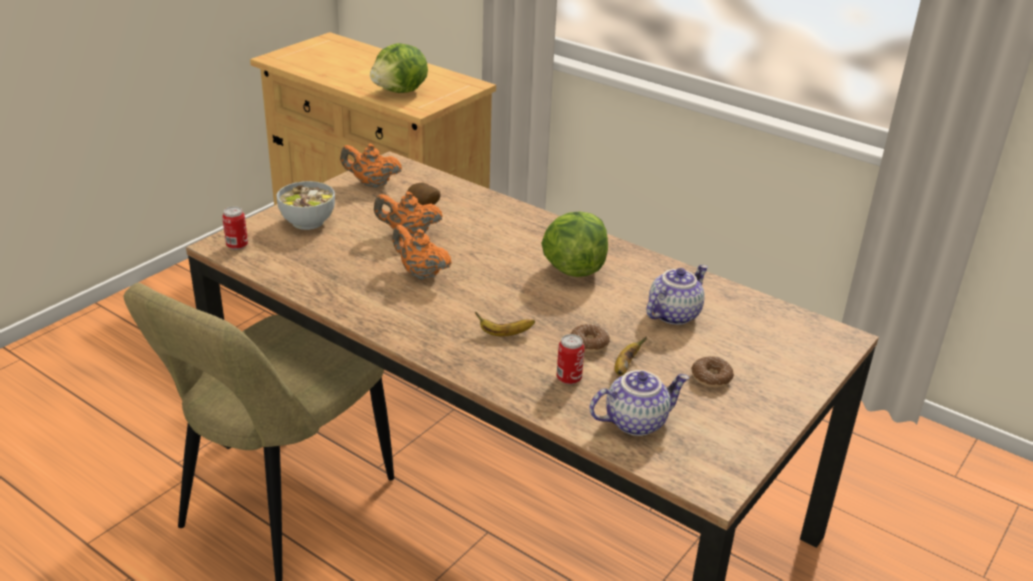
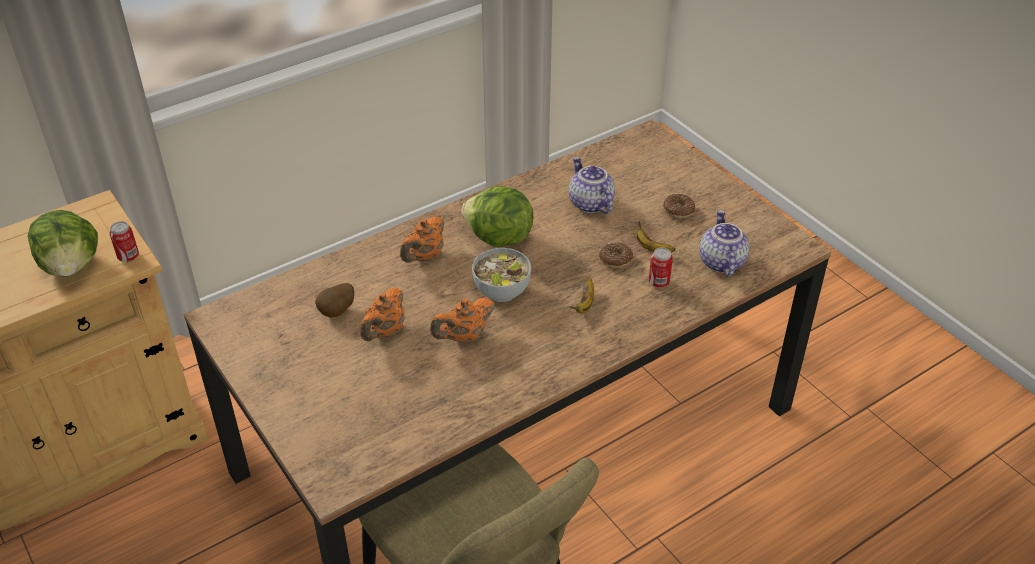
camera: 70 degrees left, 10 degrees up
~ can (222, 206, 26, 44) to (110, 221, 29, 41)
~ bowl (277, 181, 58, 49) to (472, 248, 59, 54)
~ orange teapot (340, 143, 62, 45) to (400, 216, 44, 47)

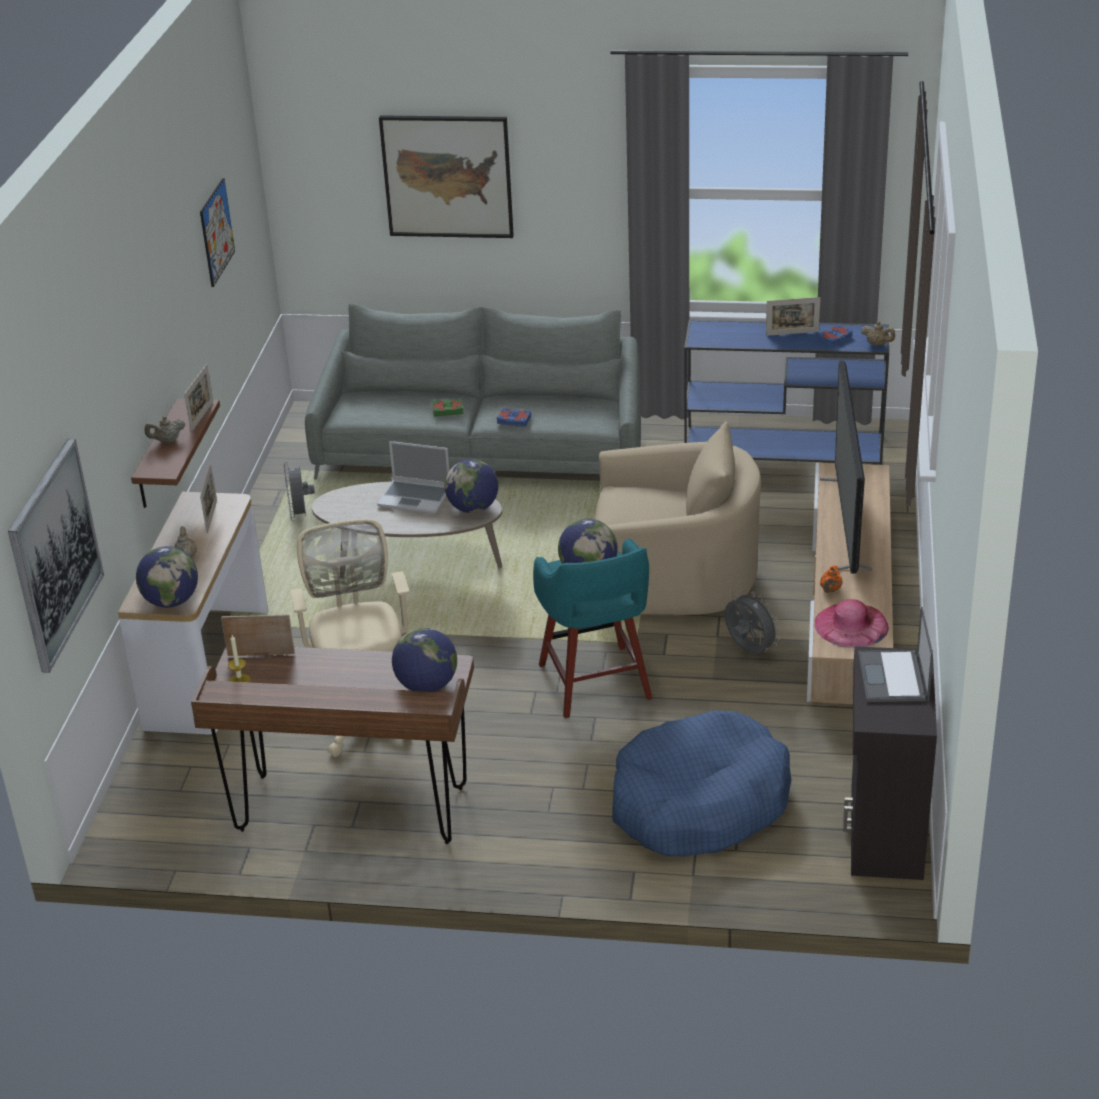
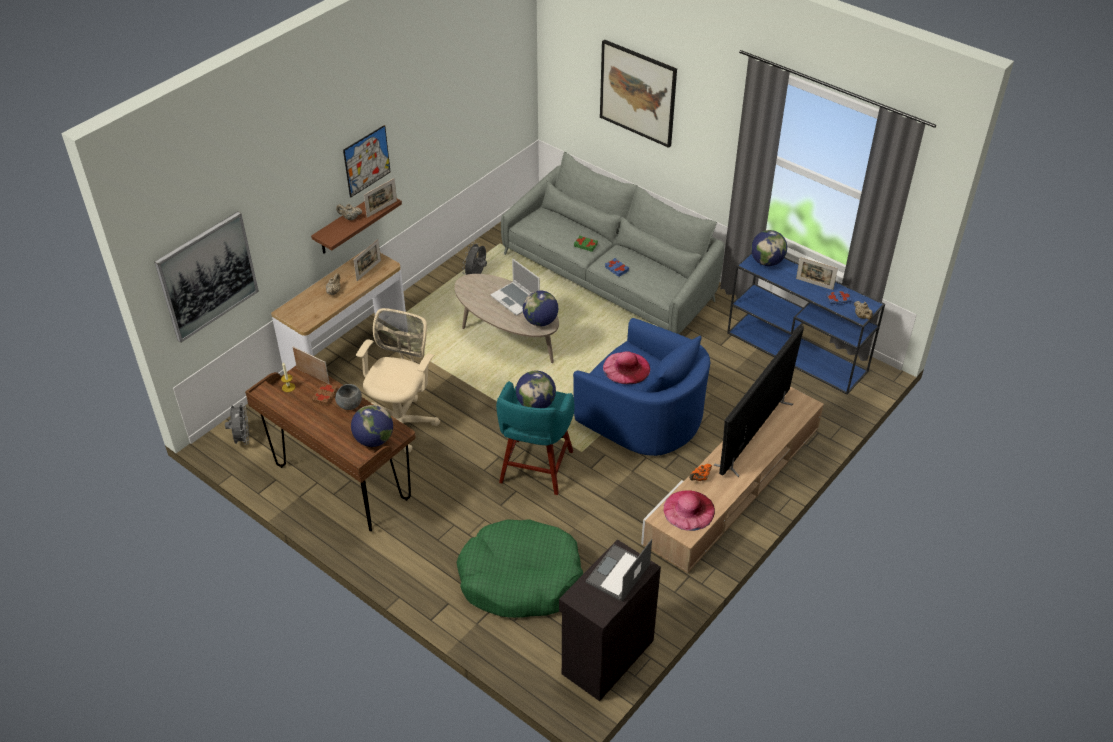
camera: 30 degrees right, 10 degrees up
+ brown book (312, 383, 26, 23)
+ grey bowl (335, 384, 27, 26)
+ pink hat (603, 351, 47, 33)
~ globe (136, 546, 62, 62) to (751, 230, 36, 36)
~ picture (200, 178, 35, 109) to (343, 125, 47, 72)
~ grey fan (725, 590, 56, 64) to (225, 403, 24, 42)
~ beige armchair (595, 422, 166, 193) to blue armchair (573, 318, 137, 138)
~ blue dog bed (612, 710, 179, 146) to green dog bed (457, 519, 126, 99)

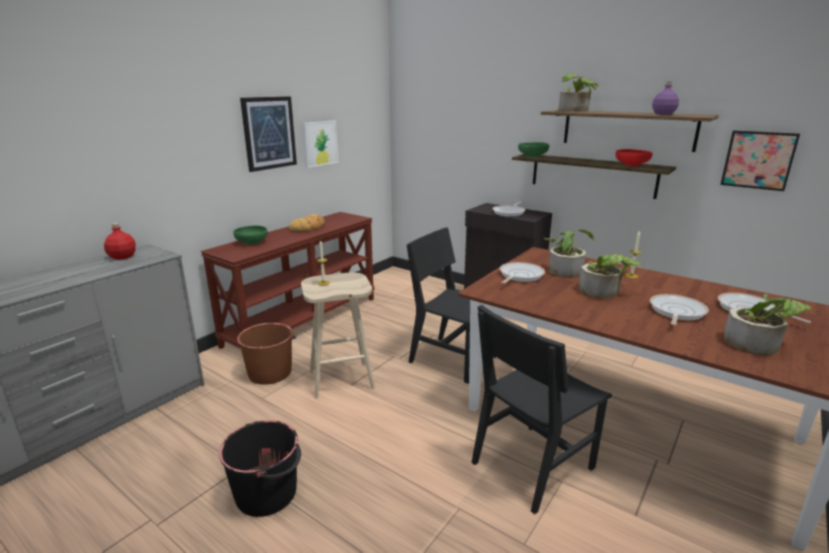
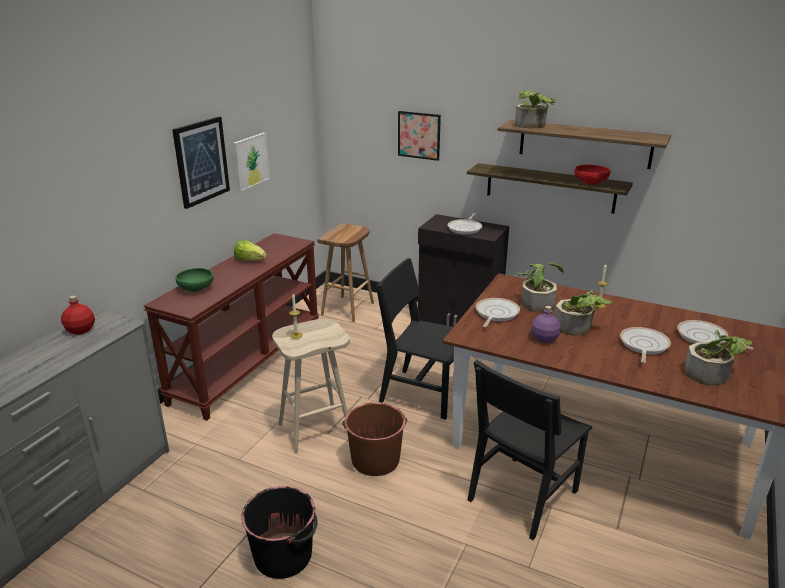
camera: 10 degrees left, 5 degrees up
- green bowl (518, 142, 31, 15)
+ brown stool (317, 223, 57, 99)
~ brown bucket (237, 323, 59, 62) to (342, 402, 65, 74)
~ purple bottle (652, 82, 27, 33) to (531, 306, 29, 37)
~ picture (720, 130, 80, 61) to (398, 111, 43, 50)
~ bread (289, 214, 36, 17) to lettuce (234, 240, 33, 21)

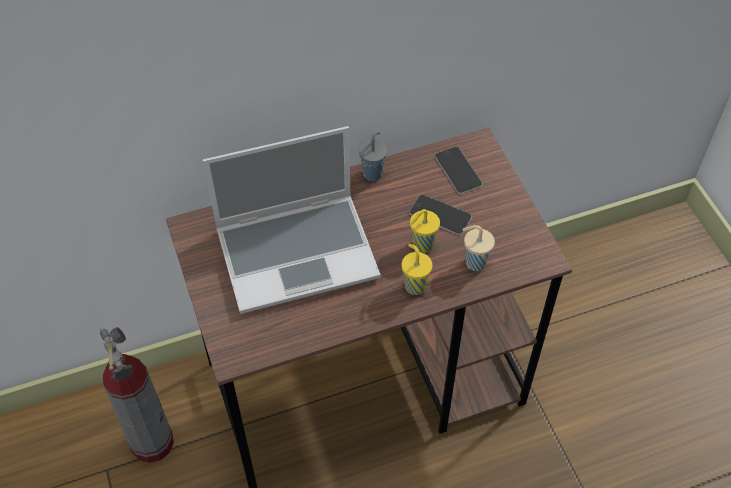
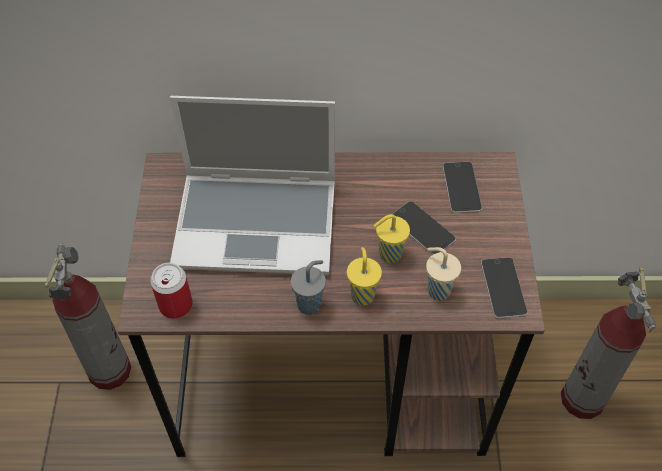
camera: 20 degrees right, 0 degrees up
+ can (150, 263, 43, 56)
+ phone (481, 257, 47, 61)
+ fire extinguisher (561, 267, 95, 152)
~ grey cup (359, 131, 28, 50) to (291, 260, 35, 55)

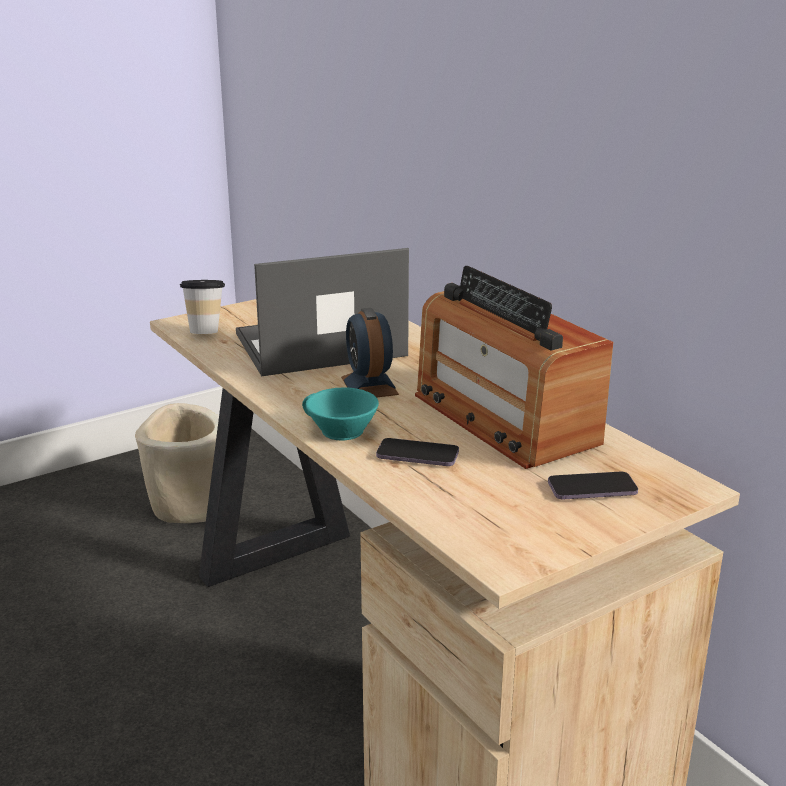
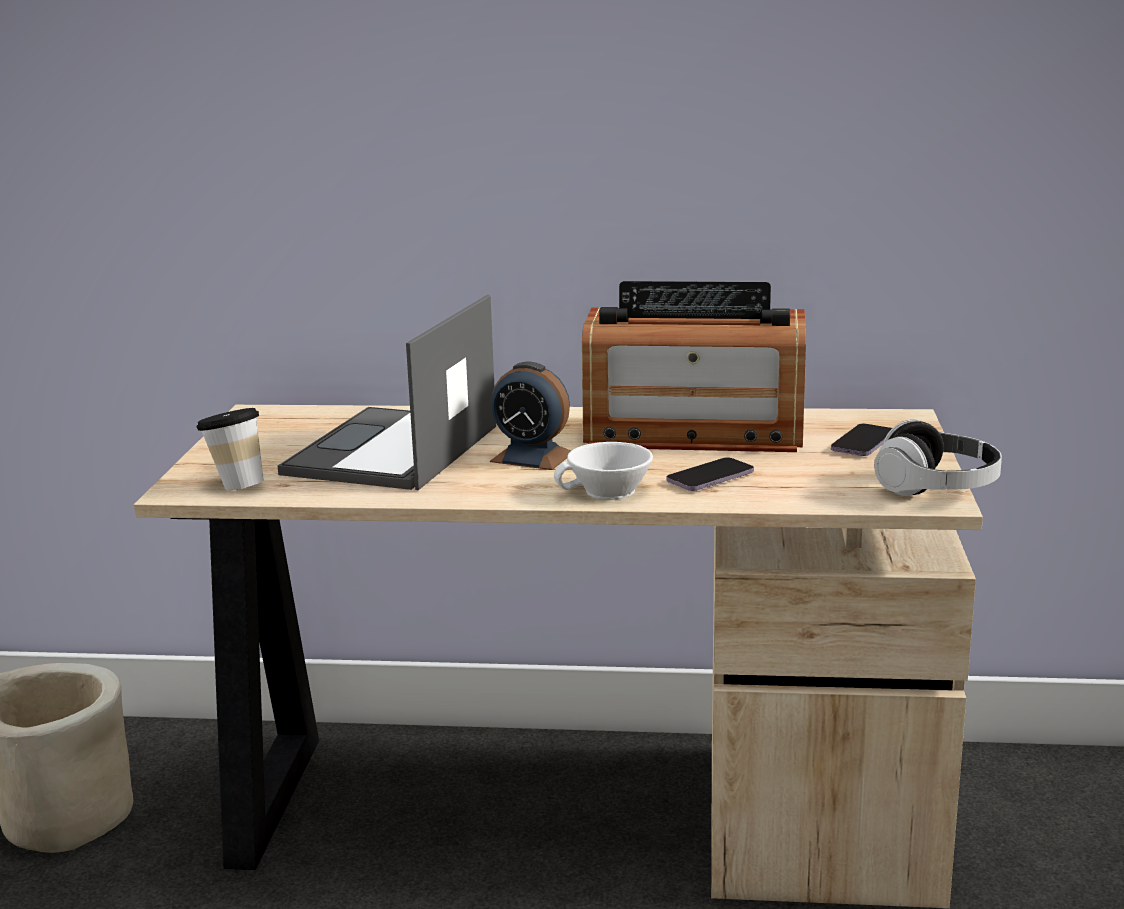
camera: 50 degrees left, 5 degrees down
+ headphones (874, 420, 128, 76)
~ turquoise cup (302, 388, 77, 52) to white cup (554, 442, 99, 58)

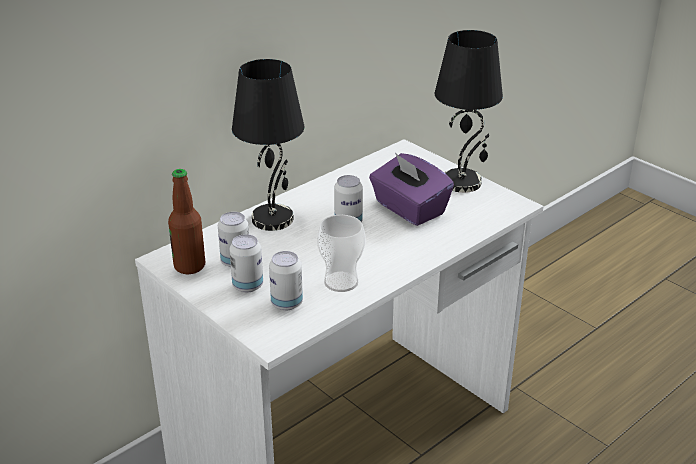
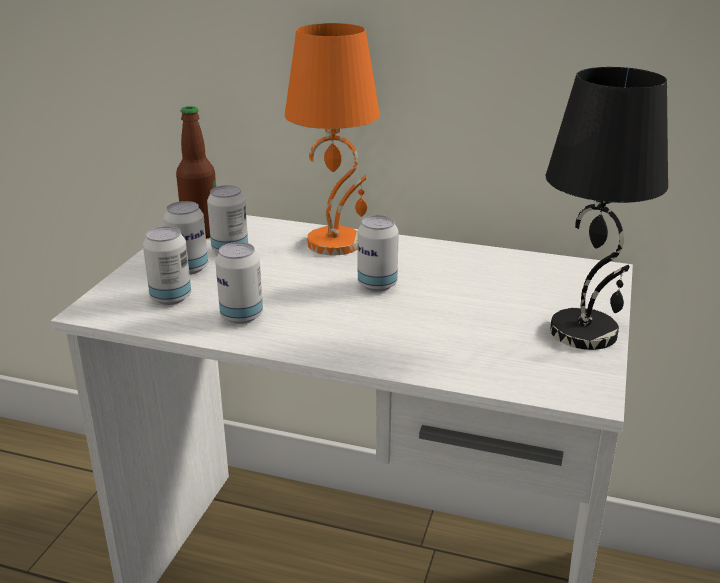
camera: 60 degrees right, 5 degrees down
- purple tissue box (369, 153, 85, 73)
~ cup (317, 215, 48, 77) to can (215, 242, 48, 82)
~ black table lamp (232, 59, 72, 172) to orange table lamp (285, 23, 95, 232)

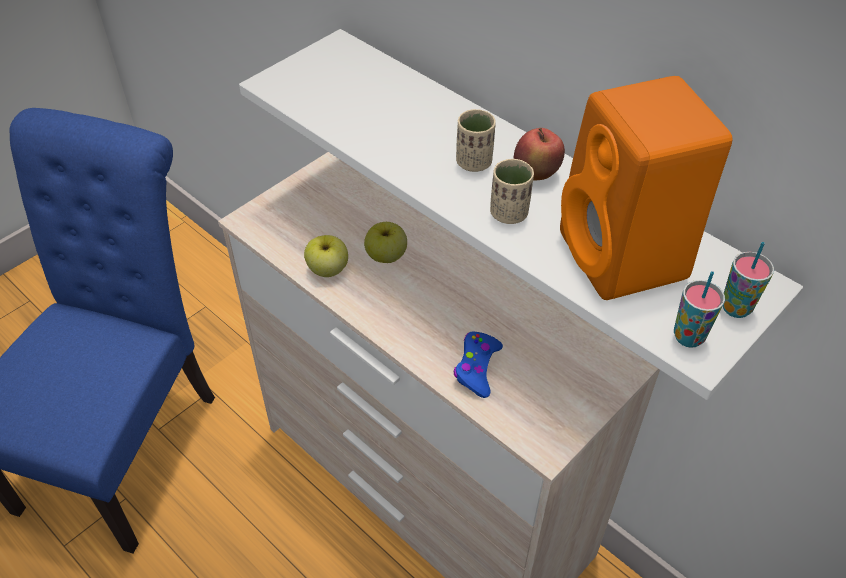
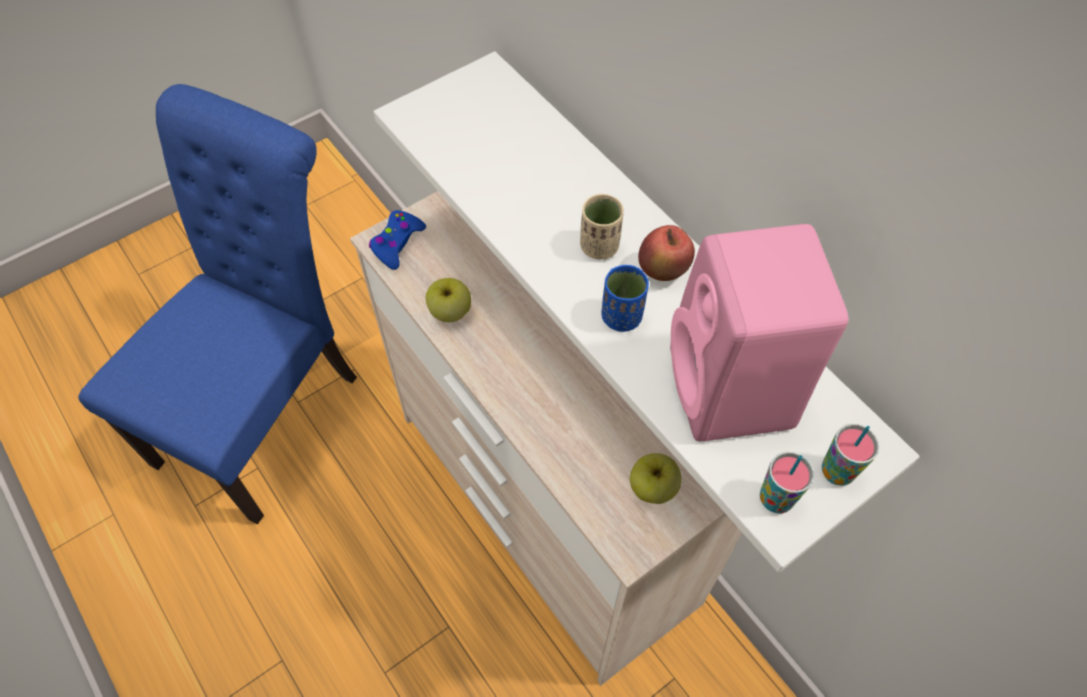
camera: 10 degrees right, 10 degrees up
~ apple (364, 222, 43, 41) to (630, 453, 52, 51)
~ blue game controller (454, 331, 49, 67) to (369, 210, 57, 60)
~ beige cup (490, 158, 44, 66) to blue cup (601, 264, 48, 68)
~ orange speaker (560, 76, 173, 224) to pink speaker (670, 224, 179, 218)

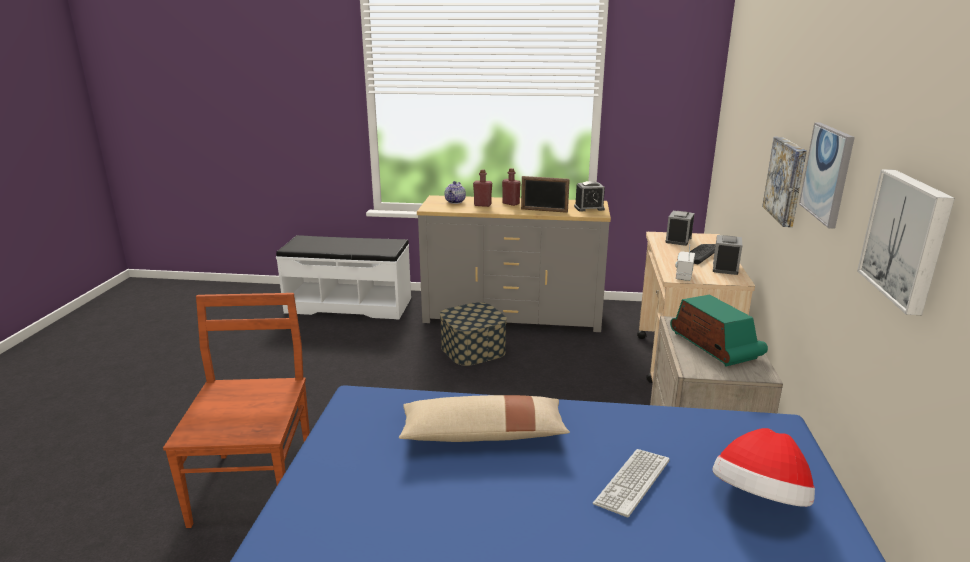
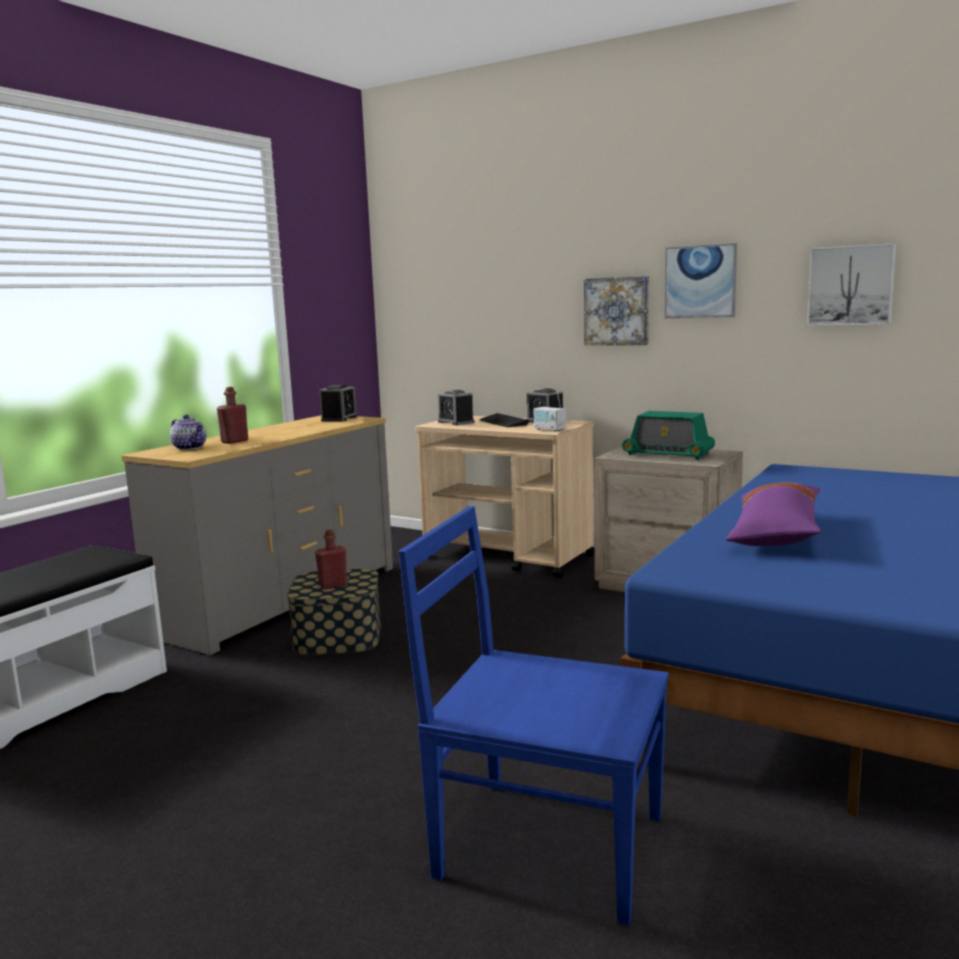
camera: 65 degrees left, 10 degrees down
- picture frame (521, 176, 49, 37)
- keyboard (593, 449, 76, 69)
- hat (712, 428, 103, 79)
~ red bottle (502, 168, 19, 38) to (315, 530, 33, 59)
~ brown chair (163, 293, 147, 235) to blue chair (398, 506, 271, 420)
~ beige pillow (399, 395, 171, 47) to purple pillow (726, 483, 95, 63)
~ radio (670, 295, 98, 72) = (622, 411, 93, 49) 150 degrees counterclockwise

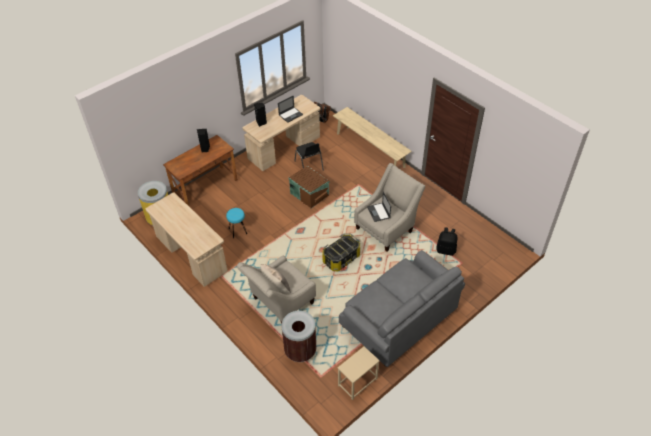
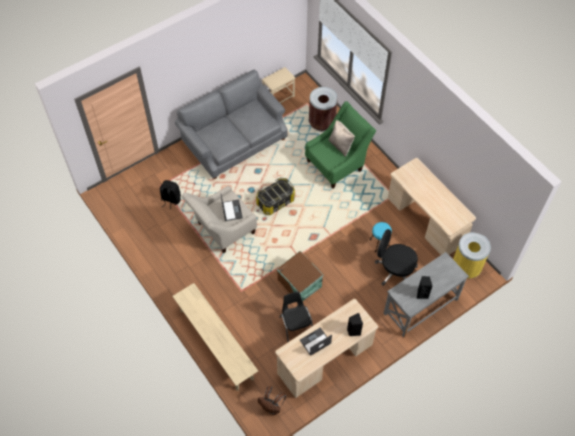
camera: 175 degrees left, 10 degrees up
+ black office chair (375, 229, 43, 57)
~ brown desk (163, 135, 75, 71) to grey desk (383, 252, 86, 85)
~ beige armchair (237, 256, 79, 68) to green armchair (305, 101, 71, 87)

